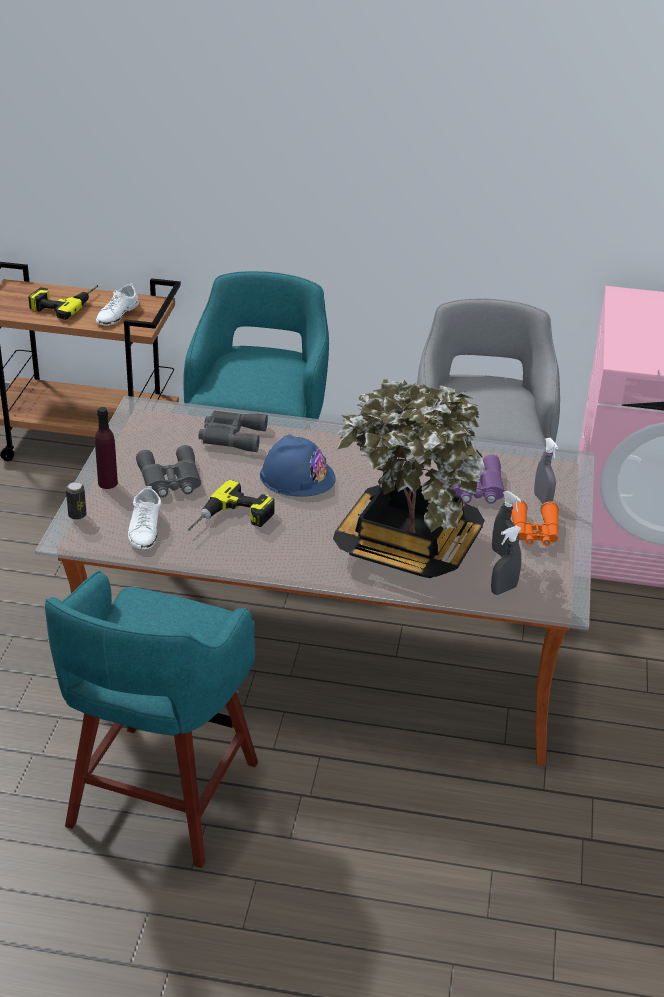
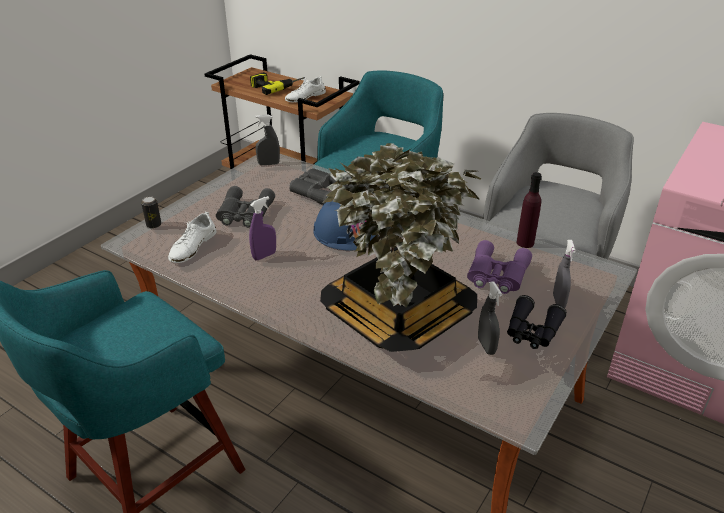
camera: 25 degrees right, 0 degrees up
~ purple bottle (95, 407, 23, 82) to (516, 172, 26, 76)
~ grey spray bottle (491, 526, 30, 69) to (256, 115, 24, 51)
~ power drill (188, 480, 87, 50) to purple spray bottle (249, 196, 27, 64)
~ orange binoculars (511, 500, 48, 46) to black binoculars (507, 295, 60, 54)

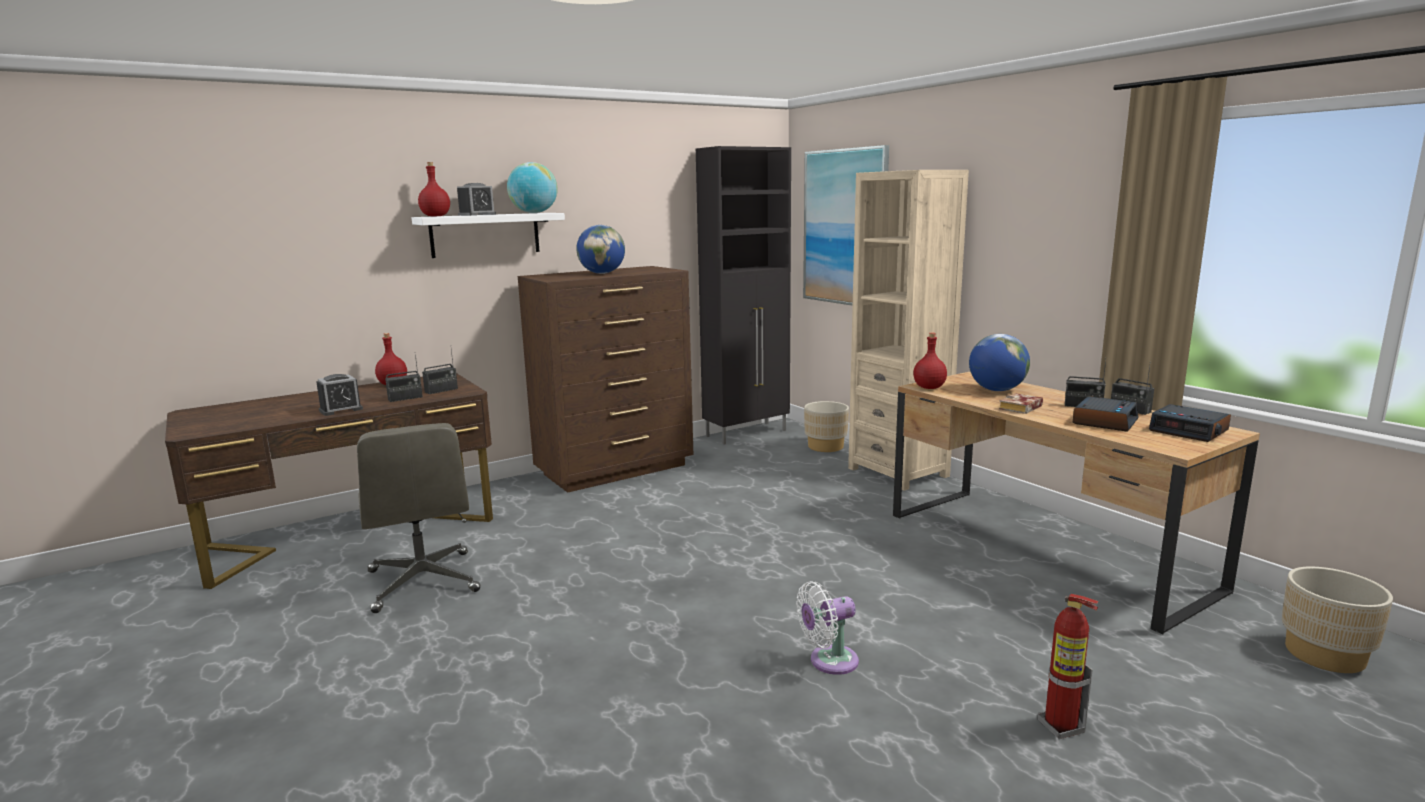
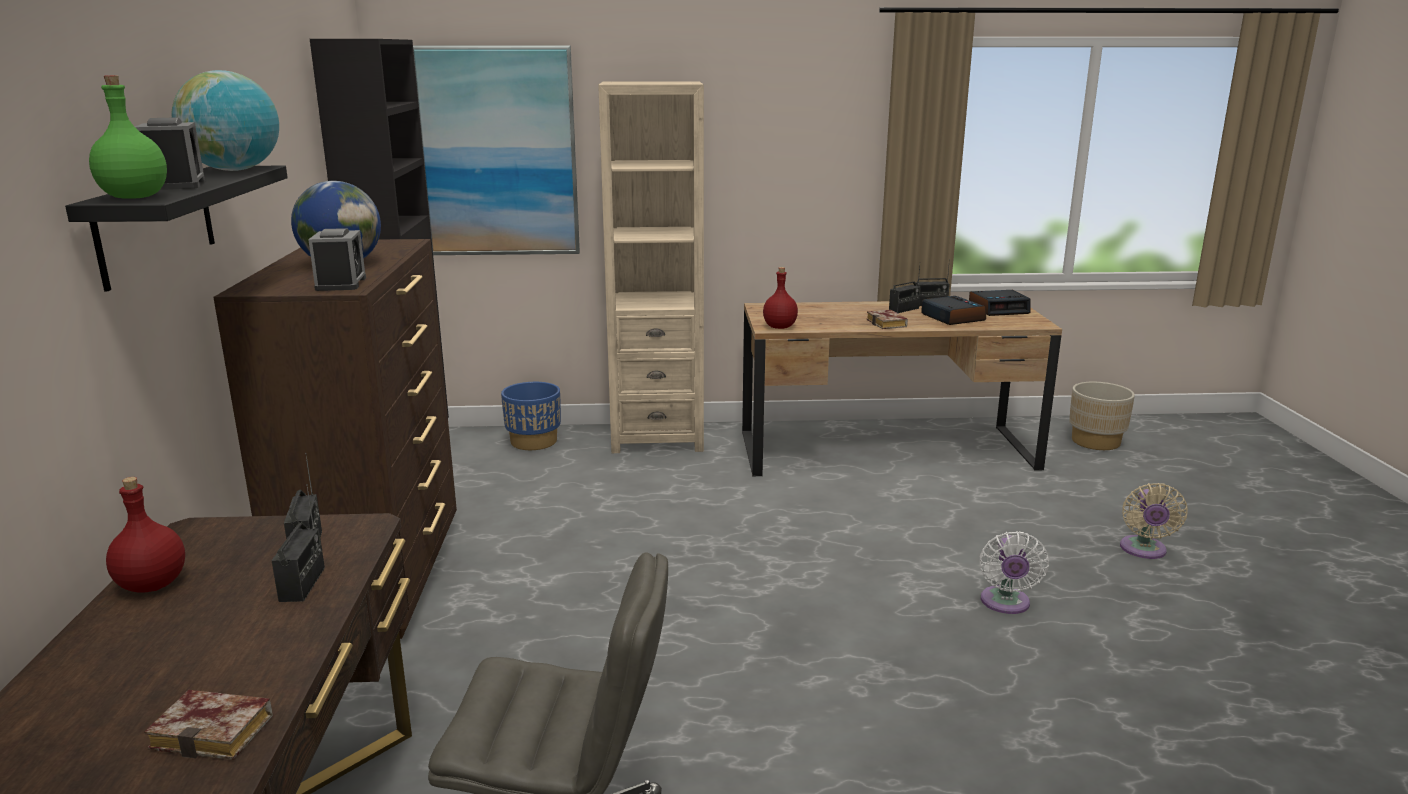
camera: 60 degrees left, 5 degrees up
- globe (969, 334, 61, 57)
+ book (144, 690, 129, 70)
~ alarm clock (316, 374, 47, 42) to (308, 228, 58, 63)
~ fire extinguisher (1038, 594, 61, 145) to beige fan (1120, 483, 68, 76)
~ white shelf (412, 213, 153, 45) to black shelf (65, 166, 223, 126)
~ red bottle (418, 162, 32, 54) to green bottle (89, 75, 78, 124)
~ beige planter (804, 401, 45, 51) to blue planter (501, 382, 60, 68)

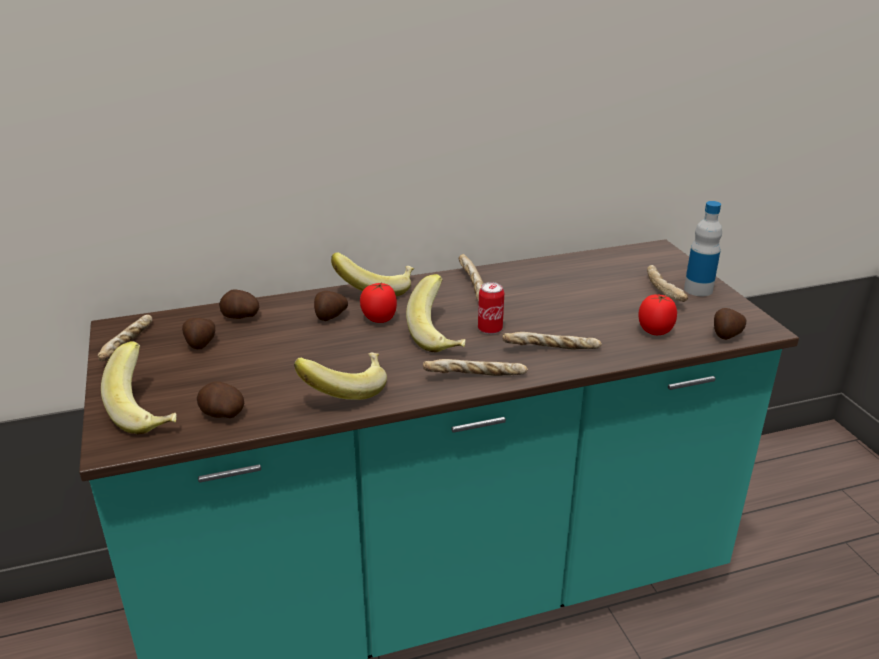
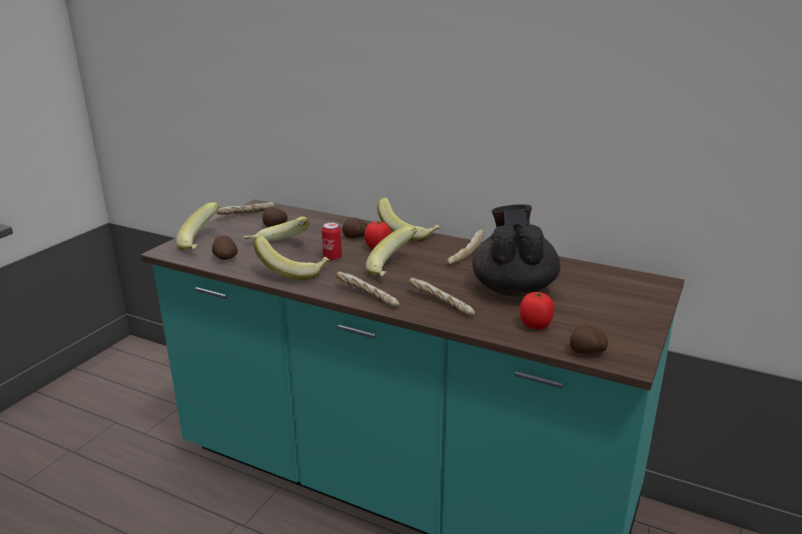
camera: 45 degrees right, 5 degrees down
- potato (219, 289, 40, 30)
- bread (647, 265, 41, 37)
- bottle (684, 201, 38, 95)
+ banana (244, 217, 65, 24)
+ black teapot (473, 204, 88, 92)
~ can (478, 282, 26, 52) to (322, 222, 20, 39)

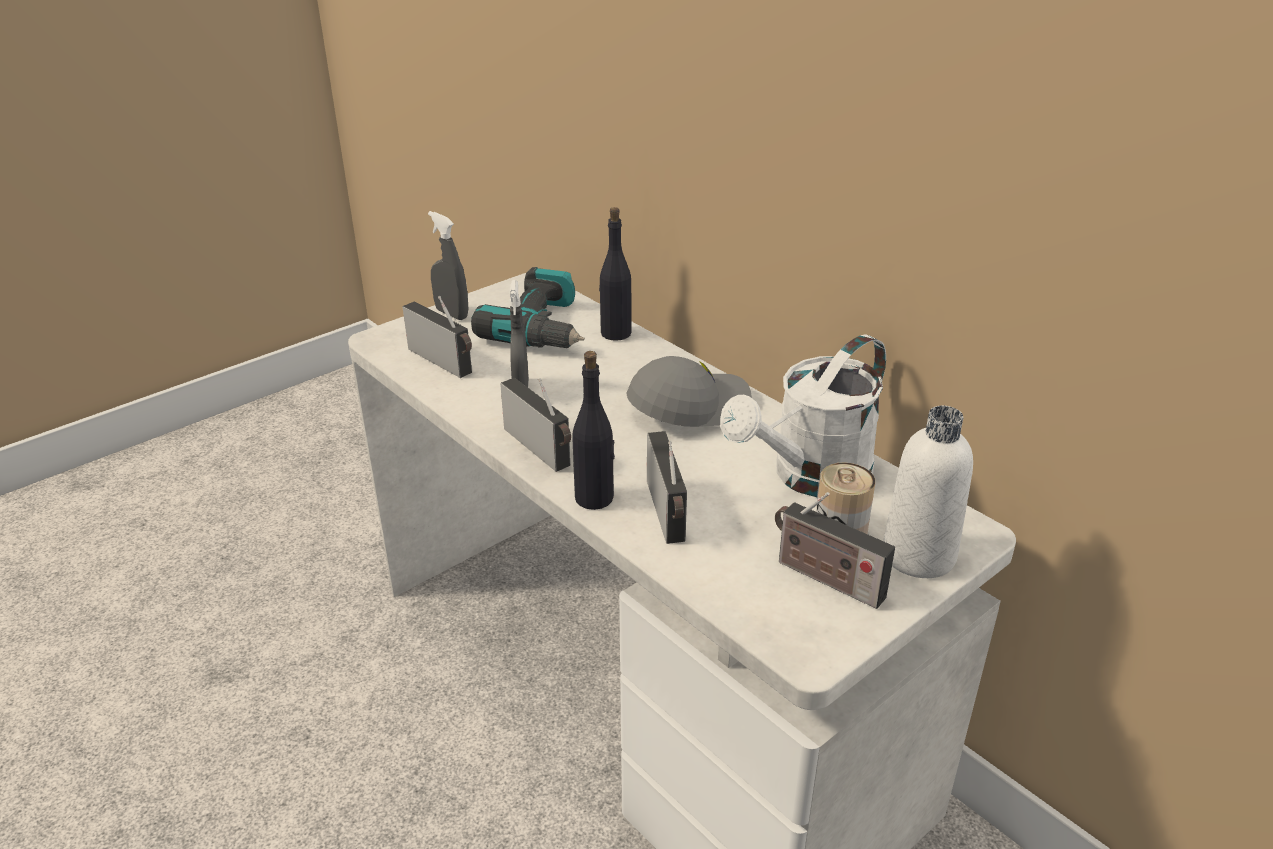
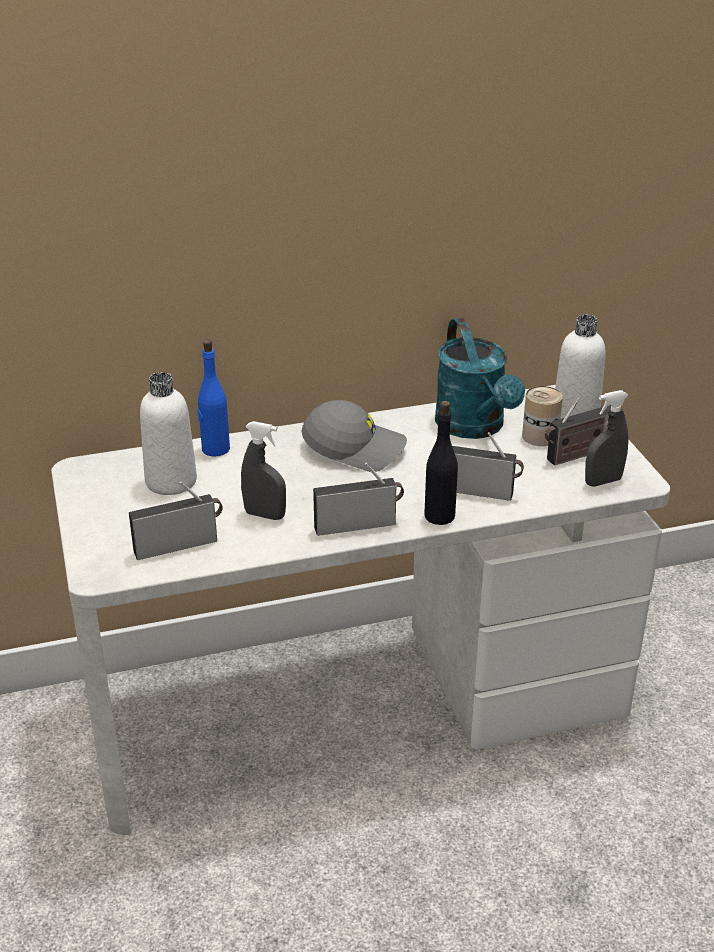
camera: 65 degrees left, 0 degrees up
~ grey spray bottle (428, 211, 40, 109) to (585, 390, 44, 97)
~ power drill (471, 267, 114, 81) to white bottle (140, 372, 57, 123)
~ black bottle (599, 207, 32, 134) to blue bottle (197, 339, 33, 118)
~ white watering can (720, 334, 166, 163) to turquoise watering can (435, 318, 90, 121)
~ grey cap (626, 356, 126, 71) = (301, 400, 106, 72) 105 degrees clockwise

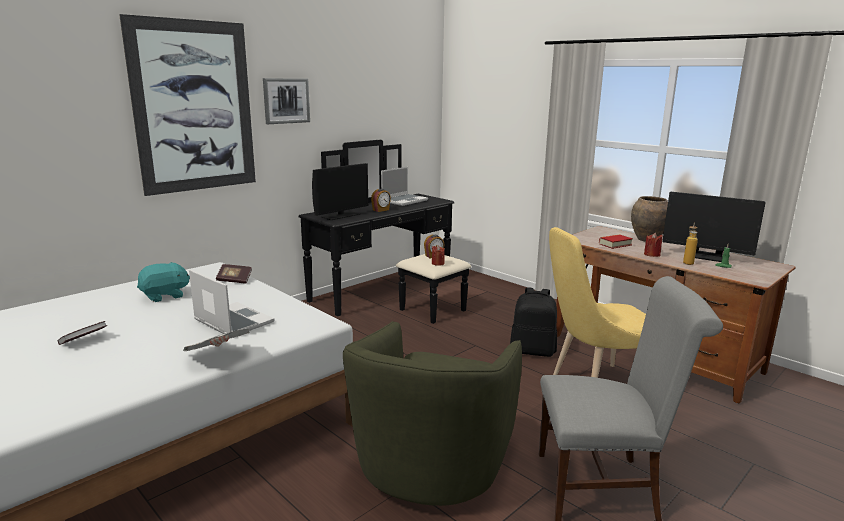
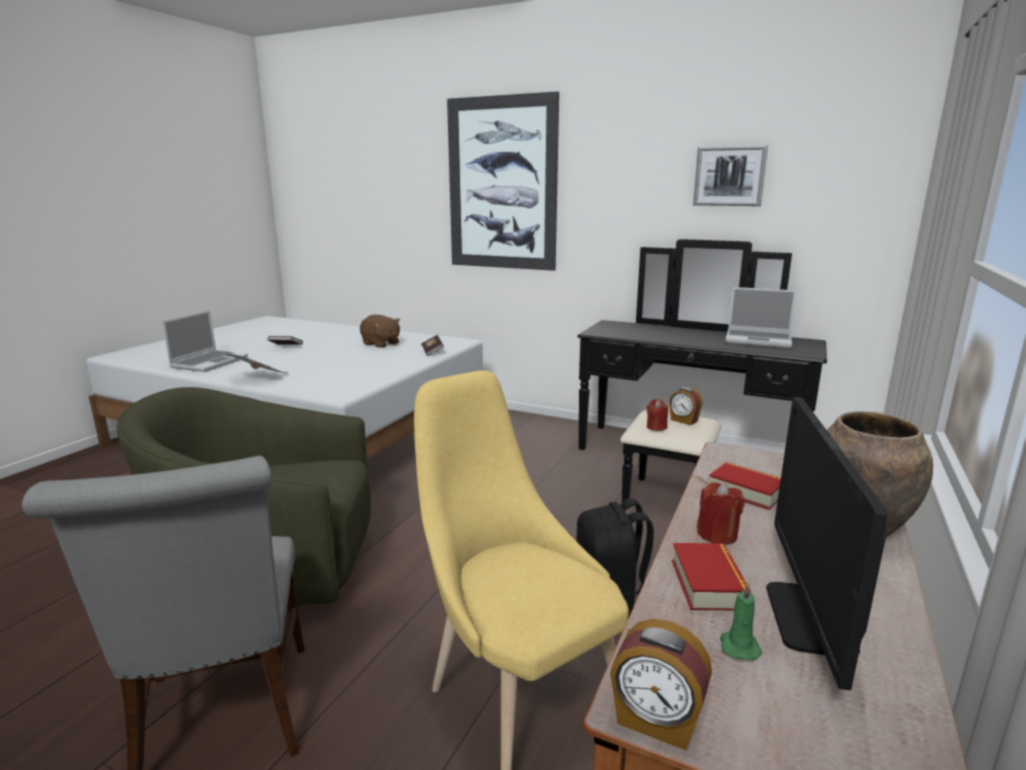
camera: 70 degrees right, 0 degrees up
- monitor (312, 163, 56, 57)
~ laptop (189, 269, 86, 65) to (162, 310, 86, 62)
~ picture (263, 78, 47, 46) to (693, 145, 75, 61)
~ alarm clock (371, 189, 20, 23) to (610, 619, 102, 132)
~ bottle (683, 224, 15, 41) to book (672, 543, 80, 67)
~ turquoise plush toy (137, 262, 53, 40) to brown plush toy (360, 315, 40, 33)

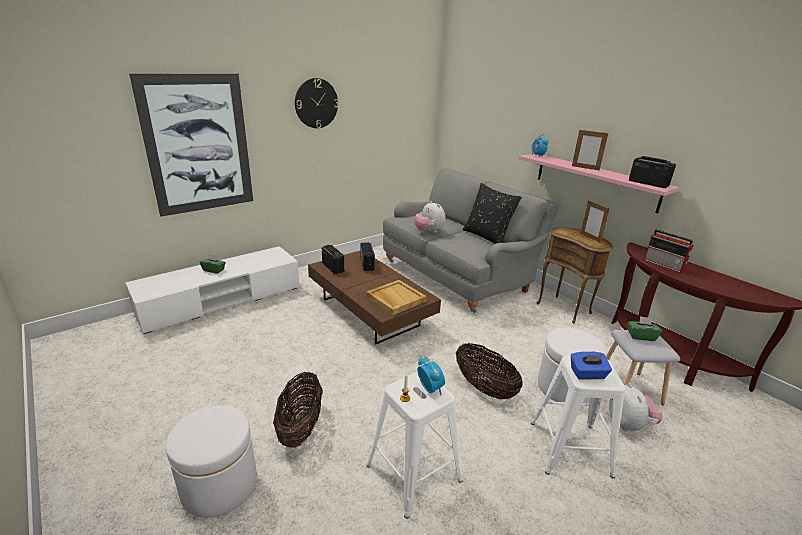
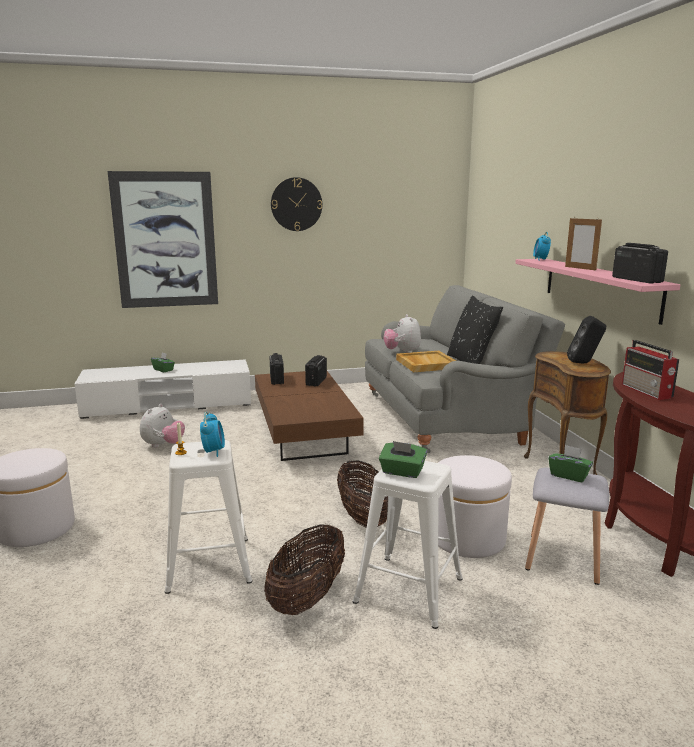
camera: 25 degrees right, 10 degrees down
~ basket (273, 372, 50, 76) to (264, 524, 81, 91)
~ beige tray (366, 280, 61, 35) to (396, 351, 60, 21)
~ plush toy (609, 383, 53, 48) to (140, 404, 45, 44)
~ picture frame (581, 201, 28, 42) to black speaker (567, 316, 39, 48)
~ blue tissue box (571, 351, 41, 29) to green tissue box (379, 441, 48, 37)

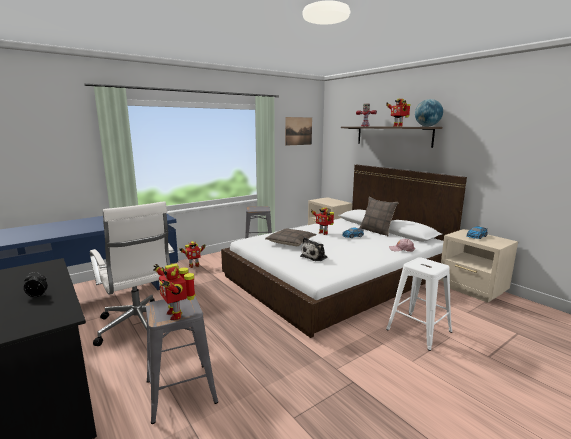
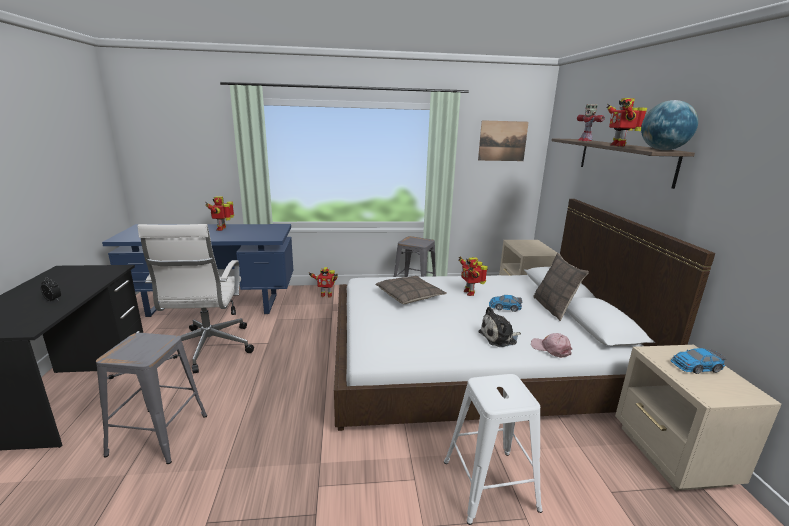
camera: 30 degrees right, 5 degrees up
~ toy robot (153, 263, 43, 57) to (205, 196, 29, 35)
~ plush toy (300, 237, 27, 24) to (478, 307, 43, 40)

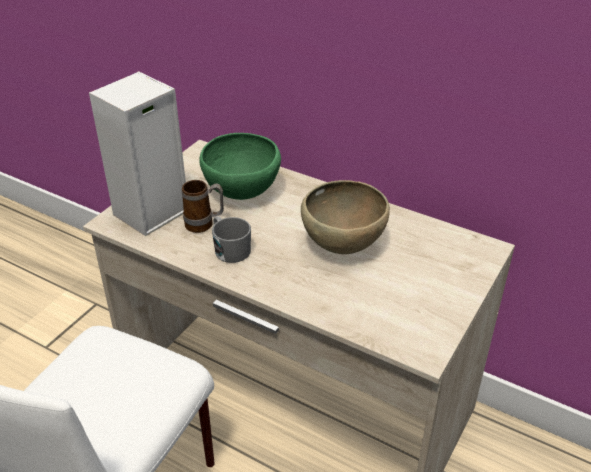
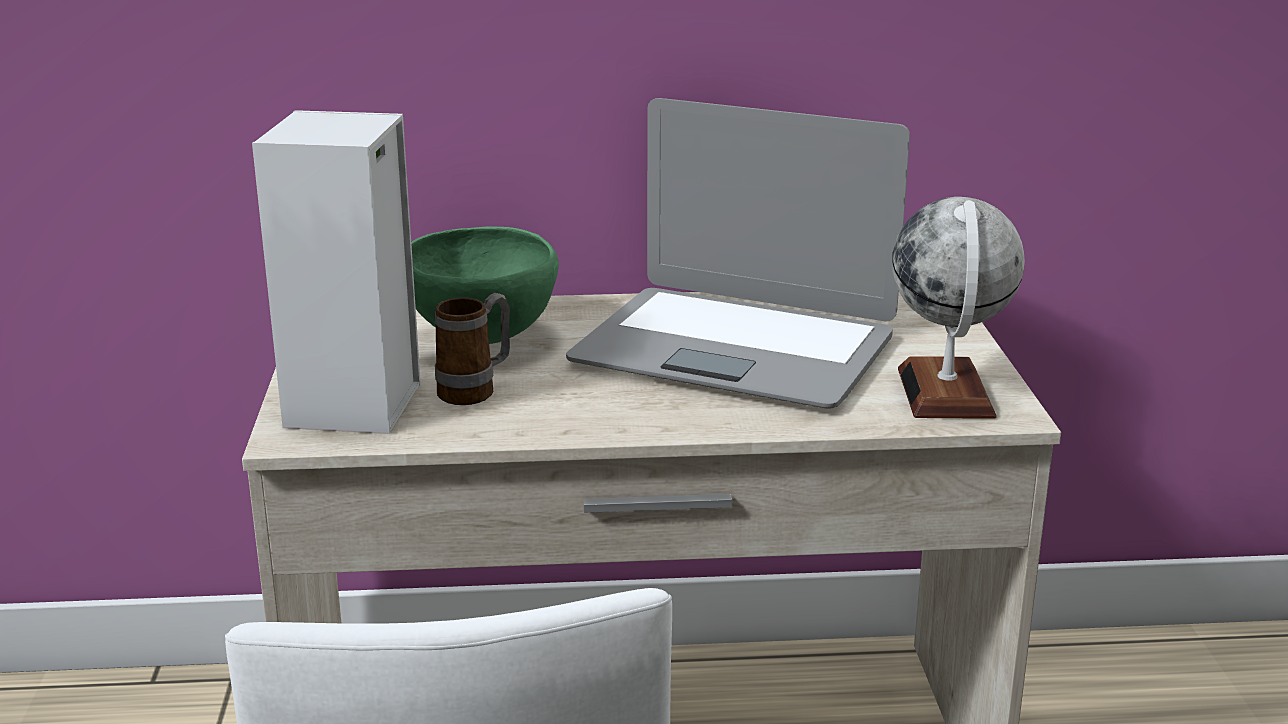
camera: 35 degrees left, 15 degrees down
- grey mug (212, 216, 39, 47)
+ globe (892, 197, 133, 222)
~ brown bowl (301, 180, 89, 74) to laptop (566, 98, 344, 310)

